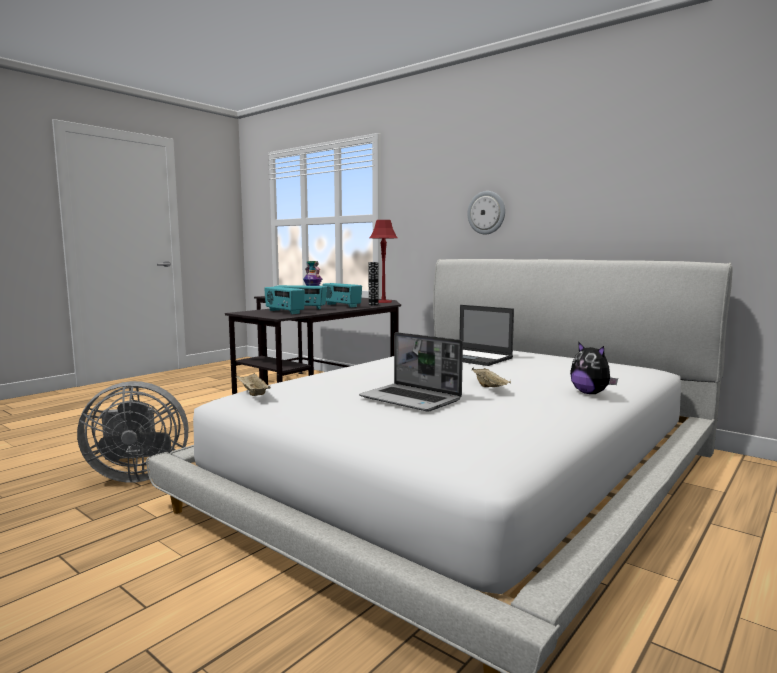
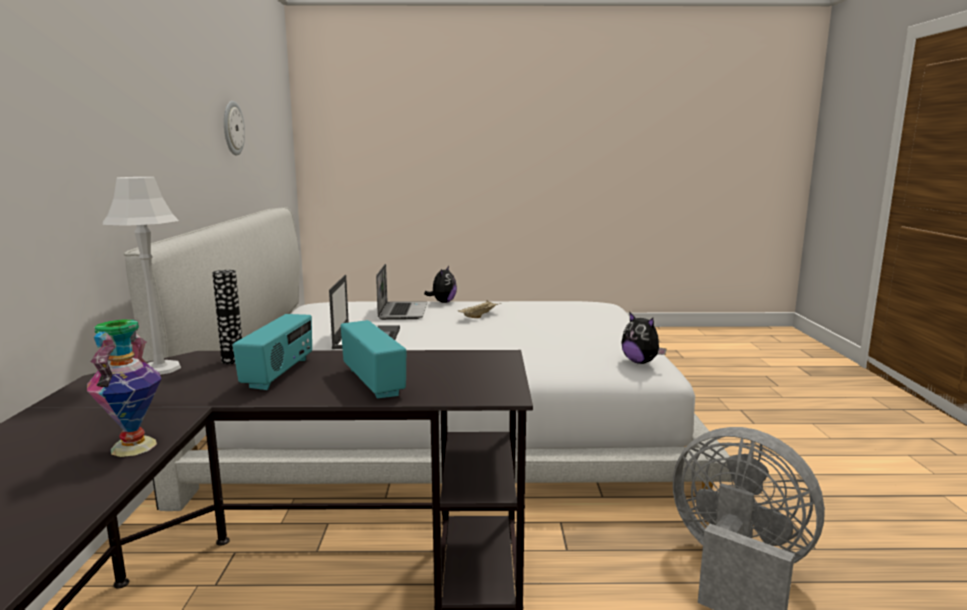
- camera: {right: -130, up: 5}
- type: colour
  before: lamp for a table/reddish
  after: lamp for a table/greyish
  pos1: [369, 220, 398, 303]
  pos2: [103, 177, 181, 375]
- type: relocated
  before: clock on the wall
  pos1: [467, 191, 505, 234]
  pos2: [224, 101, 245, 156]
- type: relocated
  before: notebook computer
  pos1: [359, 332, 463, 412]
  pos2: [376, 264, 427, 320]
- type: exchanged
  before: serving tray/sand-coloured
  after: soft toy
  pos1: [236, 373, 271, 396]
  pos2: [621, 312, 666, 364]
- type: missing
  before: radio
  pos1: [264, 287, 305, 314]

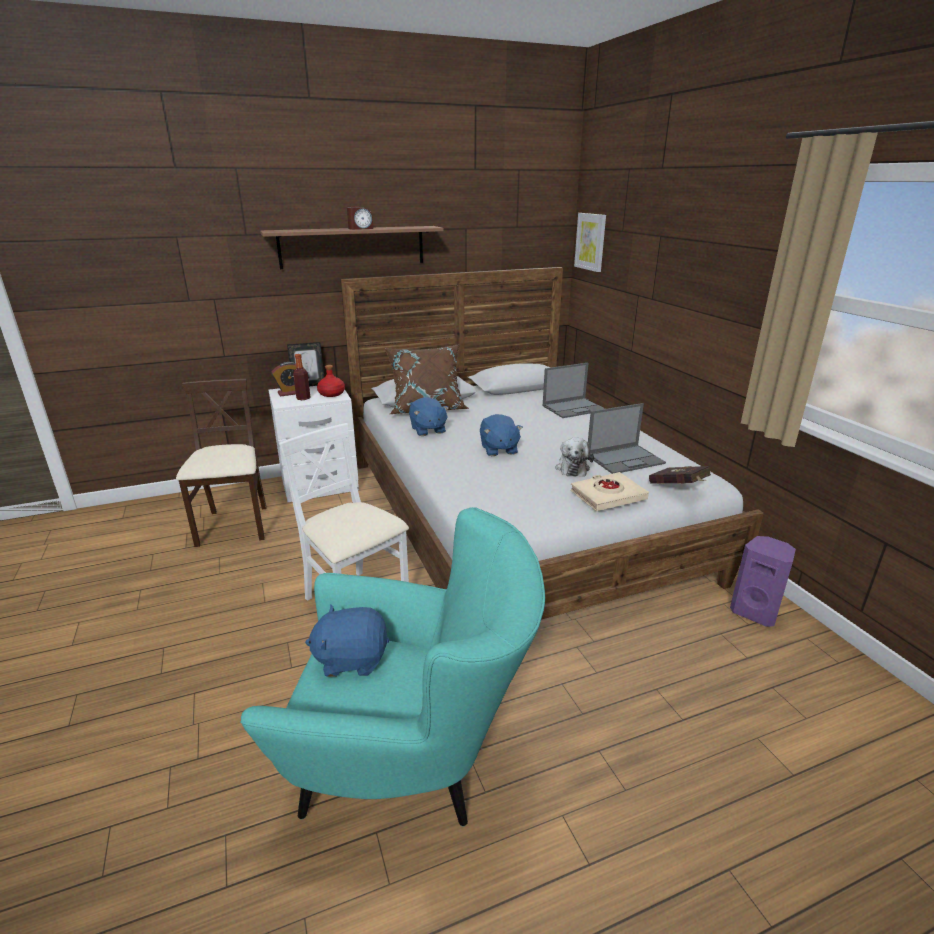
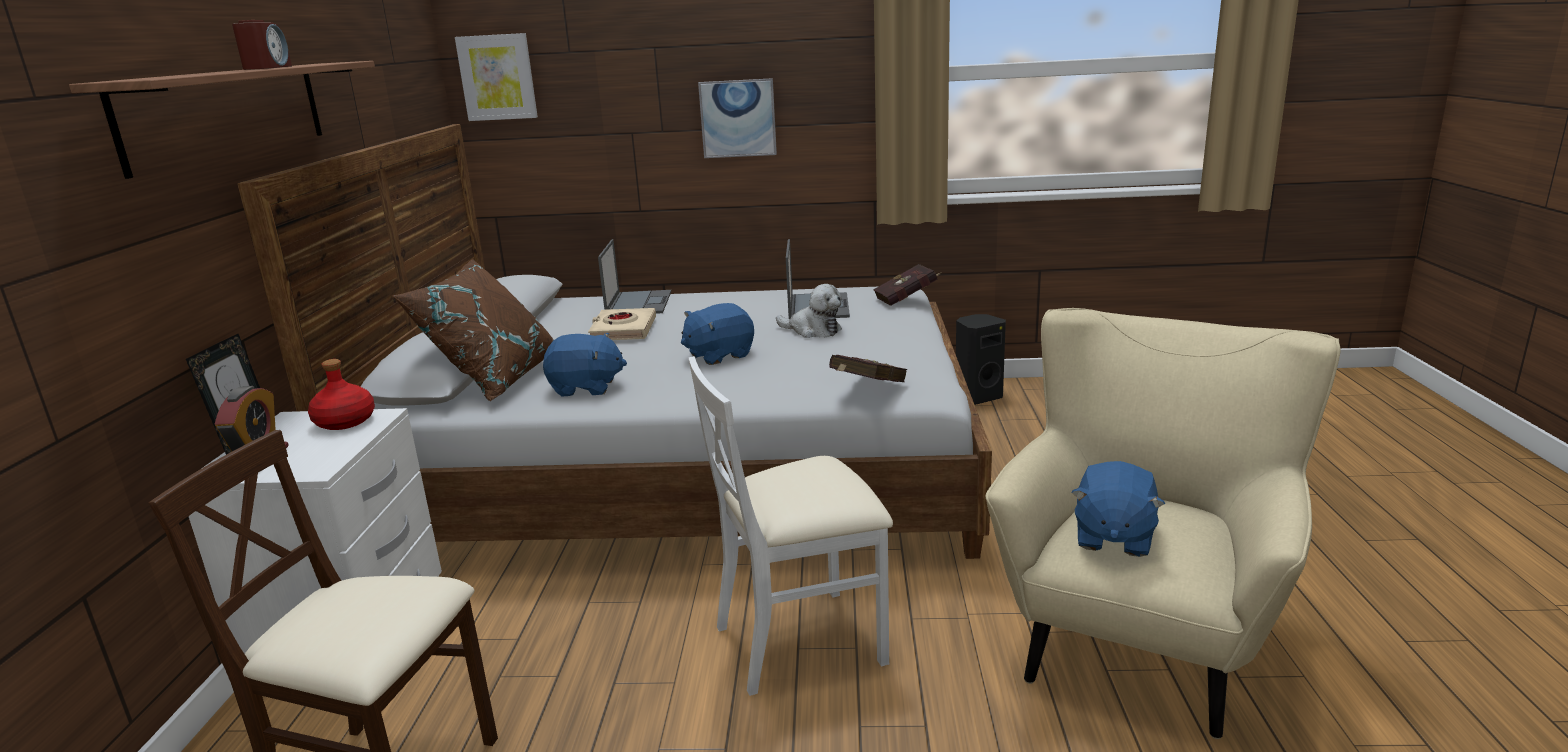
- camera: {right: -65, up: -5}
- type: relocated
  before: volume/sand-coloured
  pos1: [570, 472, 649, 511]
  pos2: [588, 308, 656, 340]
- type: spun
  before: soft toy/blue-coloured
  pos1: [480, 414, 523, 456]
  pos2: [681, 303, 754, 365]
  turn: 135
- type: appeared
  after: picture
  pos2: [698, 78, 777, 158]
- type: appeared
  after: volume/reddish
  pos2: [829, 355, 907, 382]
- type: colour
  before: speaker/purplish
  after: speaker/black
  pos1: [730, 536, 796, 627]
  pos2: [956, 314, 1006, 405]
- type: colour
  before: armchair/turquoise
  after: armchair/sand-coloured
  pos1: [240, 507, 545, 826]
  pos2: [986, 308, 1341, 739]
- type: missing
  before: drink bottle
  pos1: [293, 354, 310, 400]

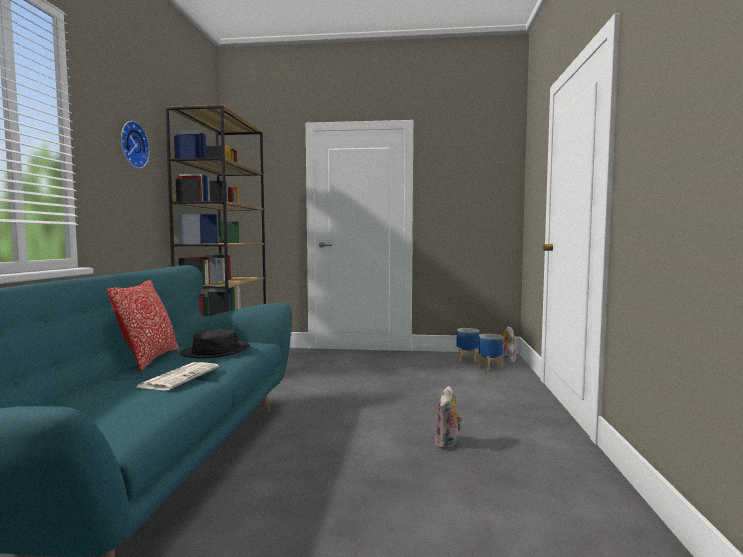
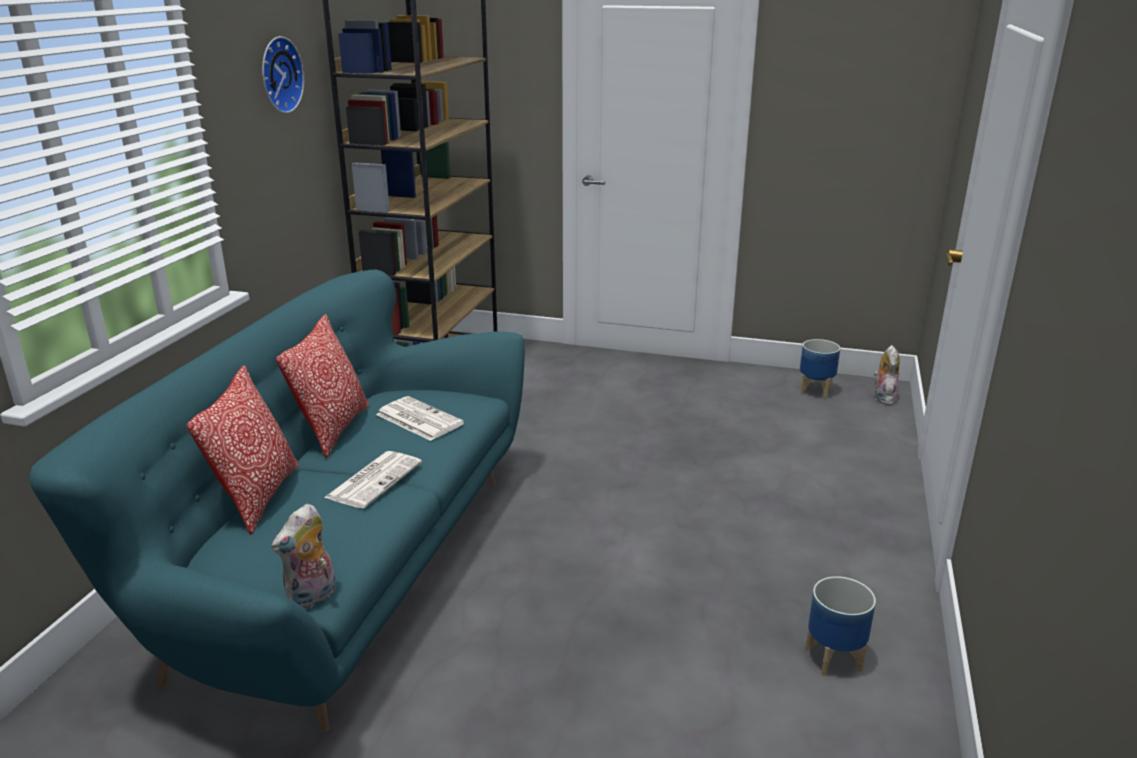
- camera: {right: 10, up: 20}
- type: appeared
  after: throw pillow
  pos2: [187, 365, 299, 535]
- type: relocated
  before: soft toy
  pos1: [435, 386, 462, 449]
  pos2: [272, 504, 336, 609]
- type: exchanged
  before: clothing hat/black
  after: printed paper
  pos1: [180, 329, 250, 358]
  pos2: [376, 396, 464, 441]
- type: relocated
  before: planter
  pos1: [478, 334, 503, 371]
  pos2: [806, 576, 876, 676]

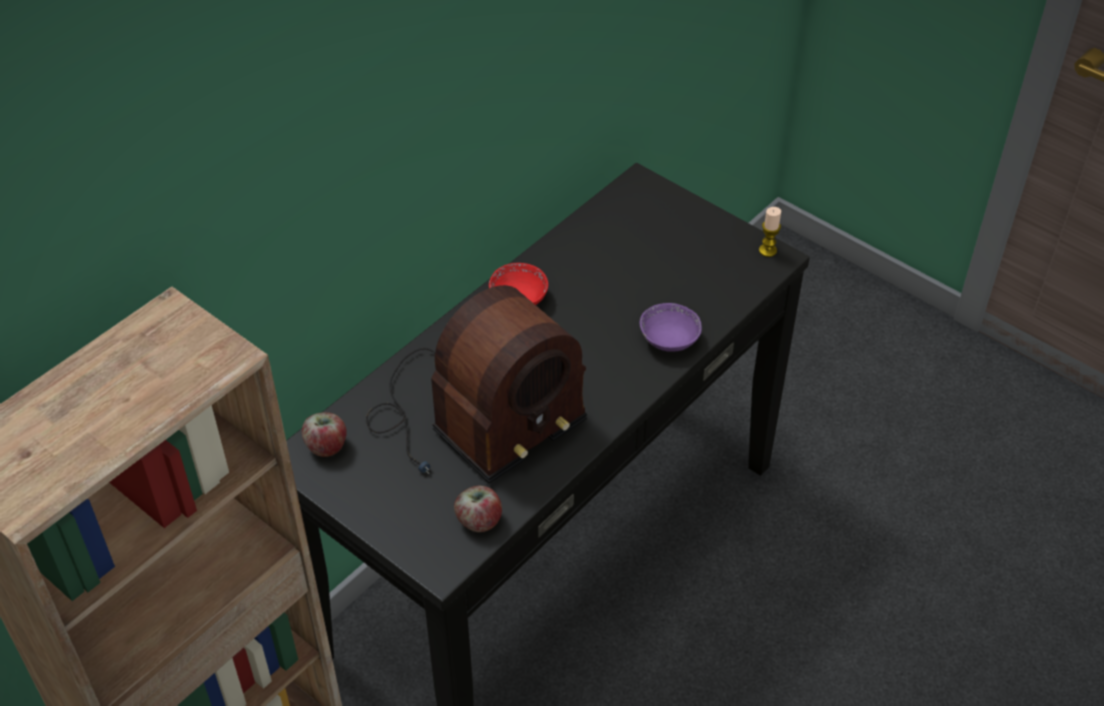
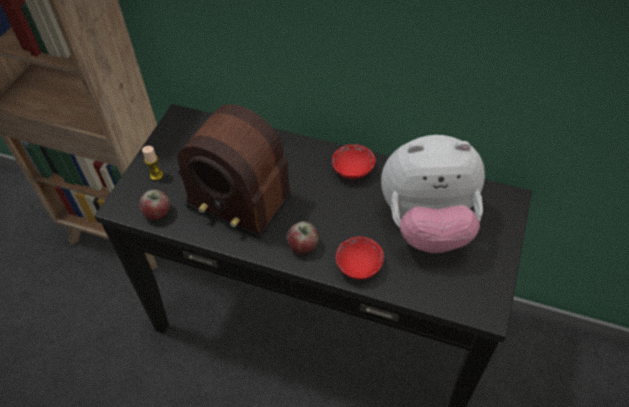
- camera: {right: 70, up: 5}
- type: relocated
  before: candle
  pos1: [759, 207, 781, 257]
  pos2: [142, 146, 163, 181]
- type: relocated
  before: apple
  pos1: [302, 412, 347, 457]
  pos2: [287, 221, 319, 254]
- type: colour
  before: bowl/purplish
  after: bowl/reddish
  pos1: [639, 303, 702, 352]
  pos2: [336, 237, 384, 280]
- type: appeared
  after: soft toy
  pos2: [381, 135, 485, 253]

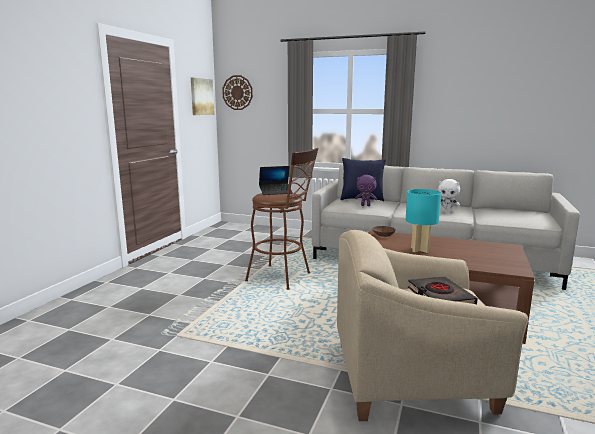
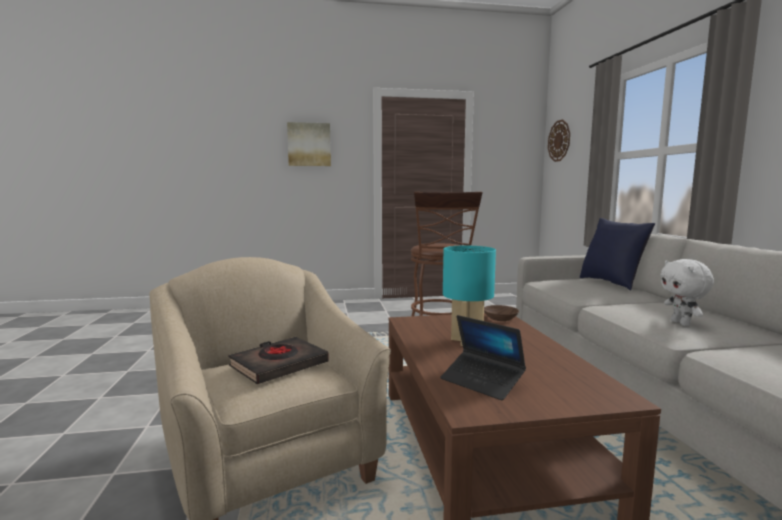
- camera: {right: 60, up: -5}
- type: relocated
  before: picture
  pos1: [191, 77, 214, 115]
  pos2: [287, 122, 331, 166]
- type: relocated
  before: notebook computer
  pos1: [259, 166, 293, 195]
  pos2: [440, 315, 526, 400]
- type: missing
  before: soft toy/purplish
  pos1: [355, 175, 377, 206]

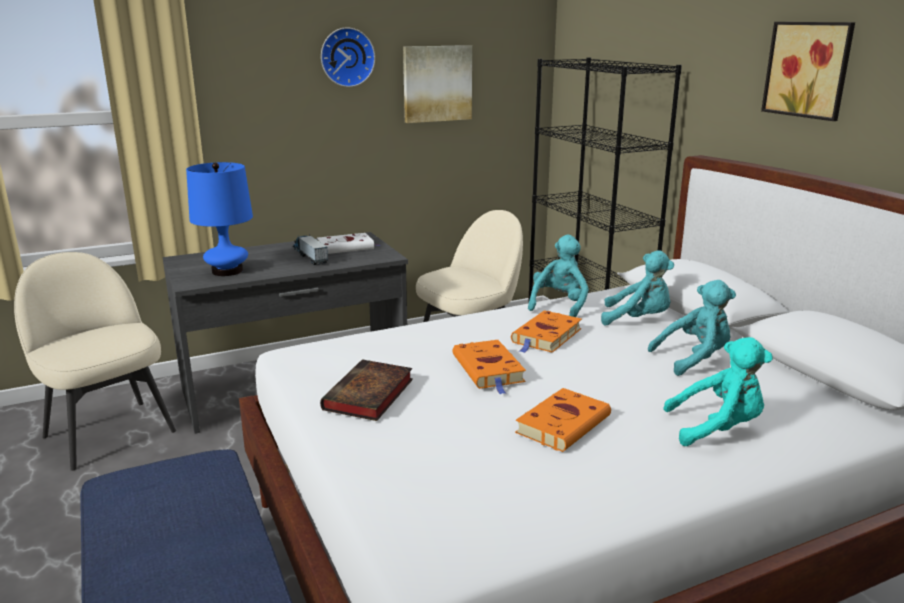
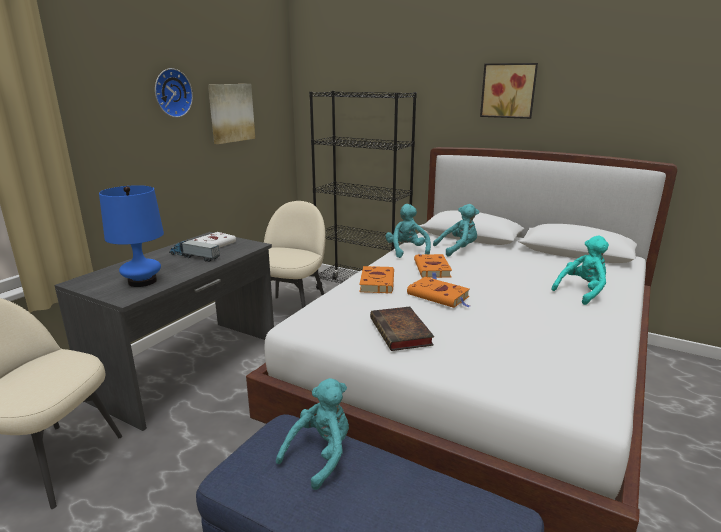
- camera: {right: -35, up: 0}
- type: relocated
  before: soft toy/turquoise
  pos1: [648, 280, 736, 376]
  pos2: [276, 378, 349, 490]
- type: relocated
  before: volume/orange
  pos1: [515, 388, 611, 452]
  pos2: [359, 266, 394, 294]

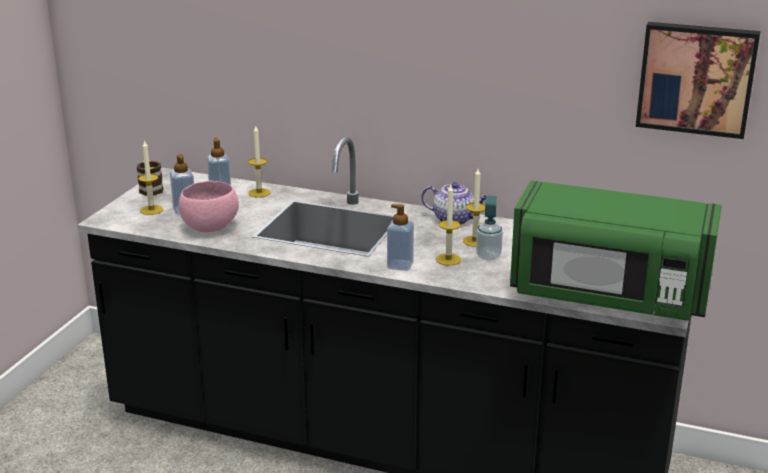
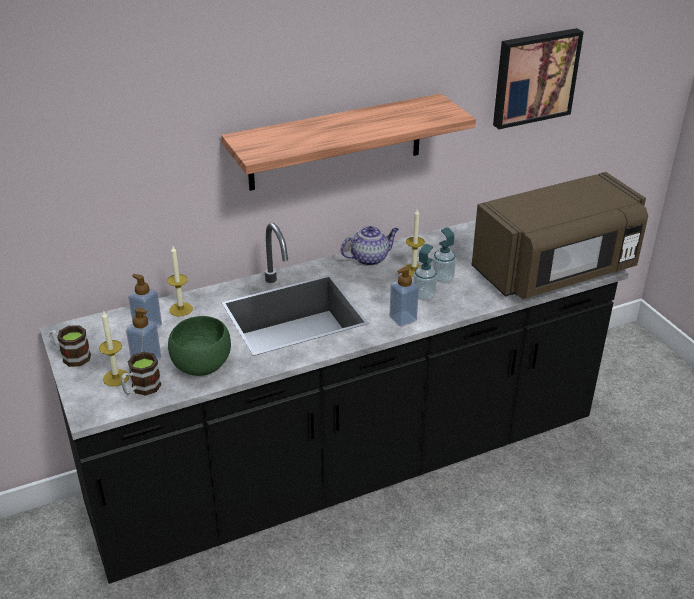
- camera: {right: -45, up: 10}
- type: appeared
  after: coffee mug
  pos2: [121, 352, 161, 396]
- type: colour
  before: bowl/pink
  after: bowl/green
  pos1: [179, 181, 239, 232]
  pos2: [168, 316, 231, 376]
- type: appeared
  after: bracket shelf
  pos2: [221, 93, 476, 191]
- type: exchanged
  before: candle
  after: soap bottle
  pos1: [436, 185, 461, 266]
  pos2: [413, 244, 437, 301]
- type: colour
  before: kitchen microwave/green
  after: kitchen microwave/brown-coloured
  pos1: [510, 180, 722, 320]
  pos2: [471, 172, 648, 300]

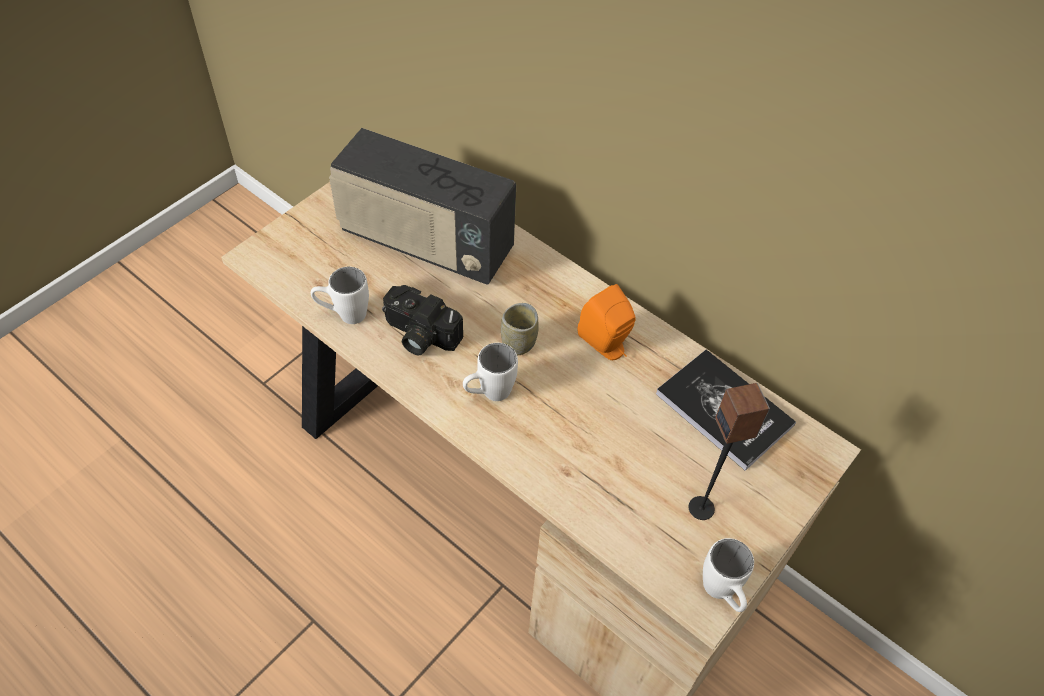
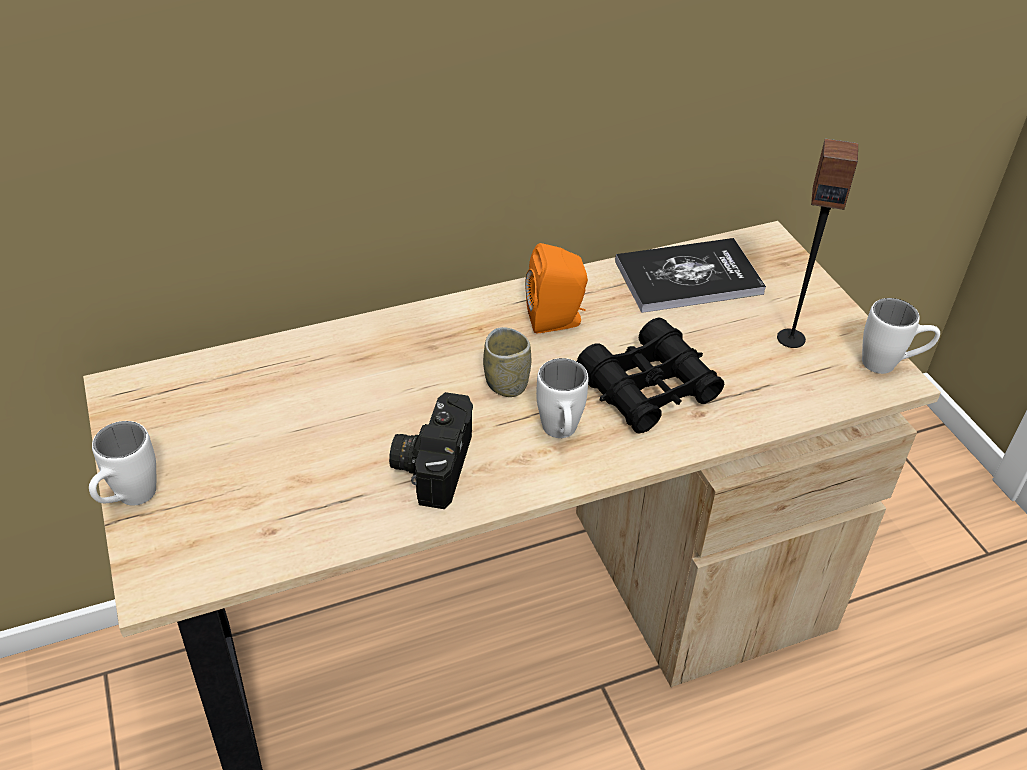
- camera: {right: -60, up: -10}
- type: relocated
  before: coffee mug/whitish
  pos1: [311, 267, 369, 324]
  pos2: [89, 421, 157, 506]
- type: spun
  before: still camera
  pos1: [382, 285, 463, 355]
  pos2: [389, 392, 473, 509]
  turn: 135
- type: appeared
  after: binoculars/black
  pos2: [577, 318, 724, 434]
- type: missing
  before: radio
  pos1: [329, 128, 516, 284]

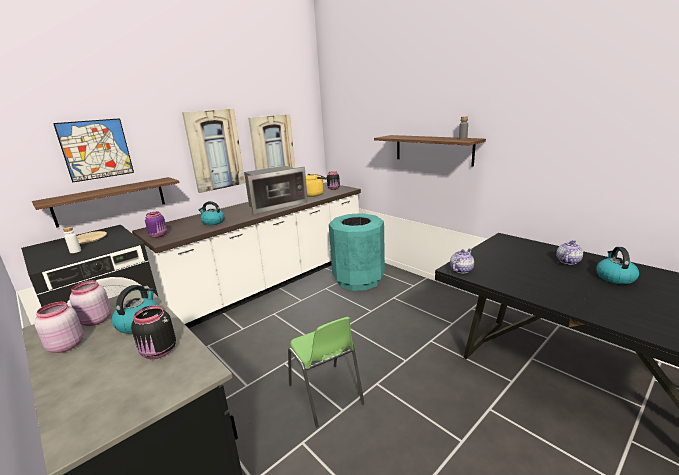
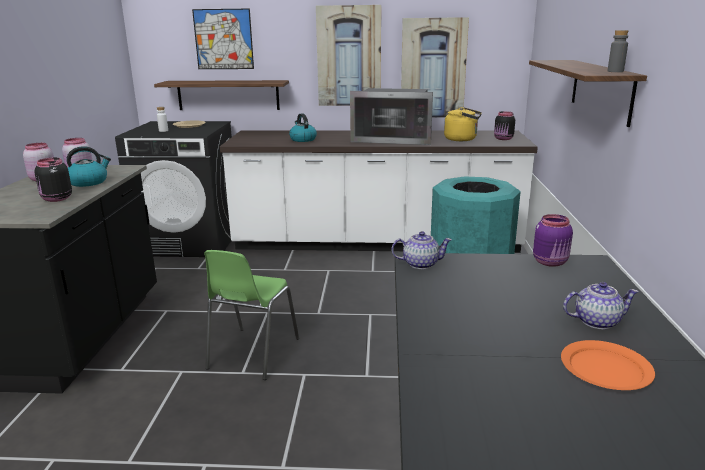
- camera: {right: 45, up: 0}
- type: relocated
  before: preserve jar/purplish
  pos1: [145, 212, 167, 238]
  pos2: [533, 214, 573, 267]
- type: exchanged
  before: kettle
  after: plate/orange
  pos1: [596, 247, 639, 284]
  pos2: [561, 340, 655, 390]

